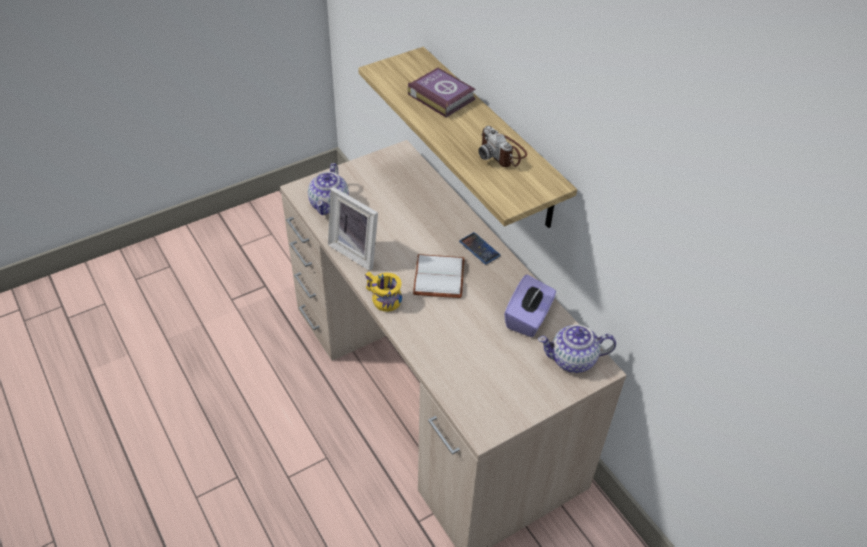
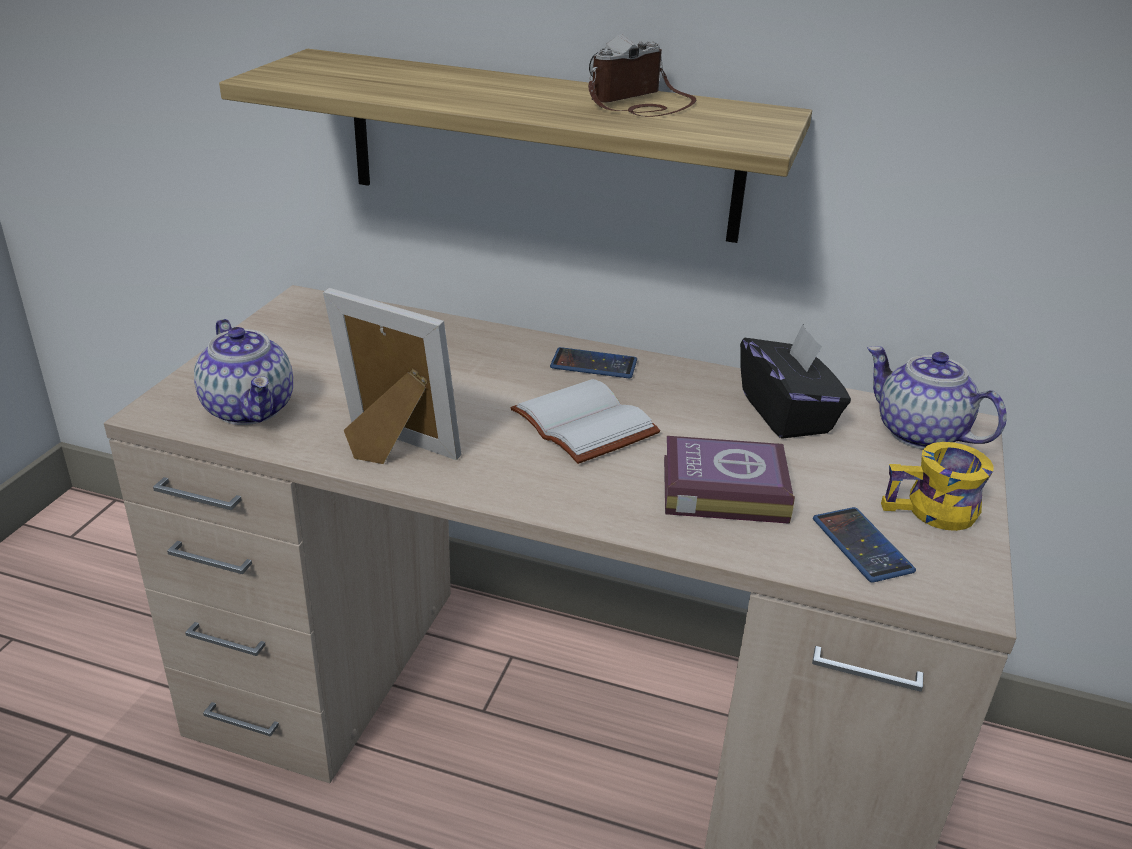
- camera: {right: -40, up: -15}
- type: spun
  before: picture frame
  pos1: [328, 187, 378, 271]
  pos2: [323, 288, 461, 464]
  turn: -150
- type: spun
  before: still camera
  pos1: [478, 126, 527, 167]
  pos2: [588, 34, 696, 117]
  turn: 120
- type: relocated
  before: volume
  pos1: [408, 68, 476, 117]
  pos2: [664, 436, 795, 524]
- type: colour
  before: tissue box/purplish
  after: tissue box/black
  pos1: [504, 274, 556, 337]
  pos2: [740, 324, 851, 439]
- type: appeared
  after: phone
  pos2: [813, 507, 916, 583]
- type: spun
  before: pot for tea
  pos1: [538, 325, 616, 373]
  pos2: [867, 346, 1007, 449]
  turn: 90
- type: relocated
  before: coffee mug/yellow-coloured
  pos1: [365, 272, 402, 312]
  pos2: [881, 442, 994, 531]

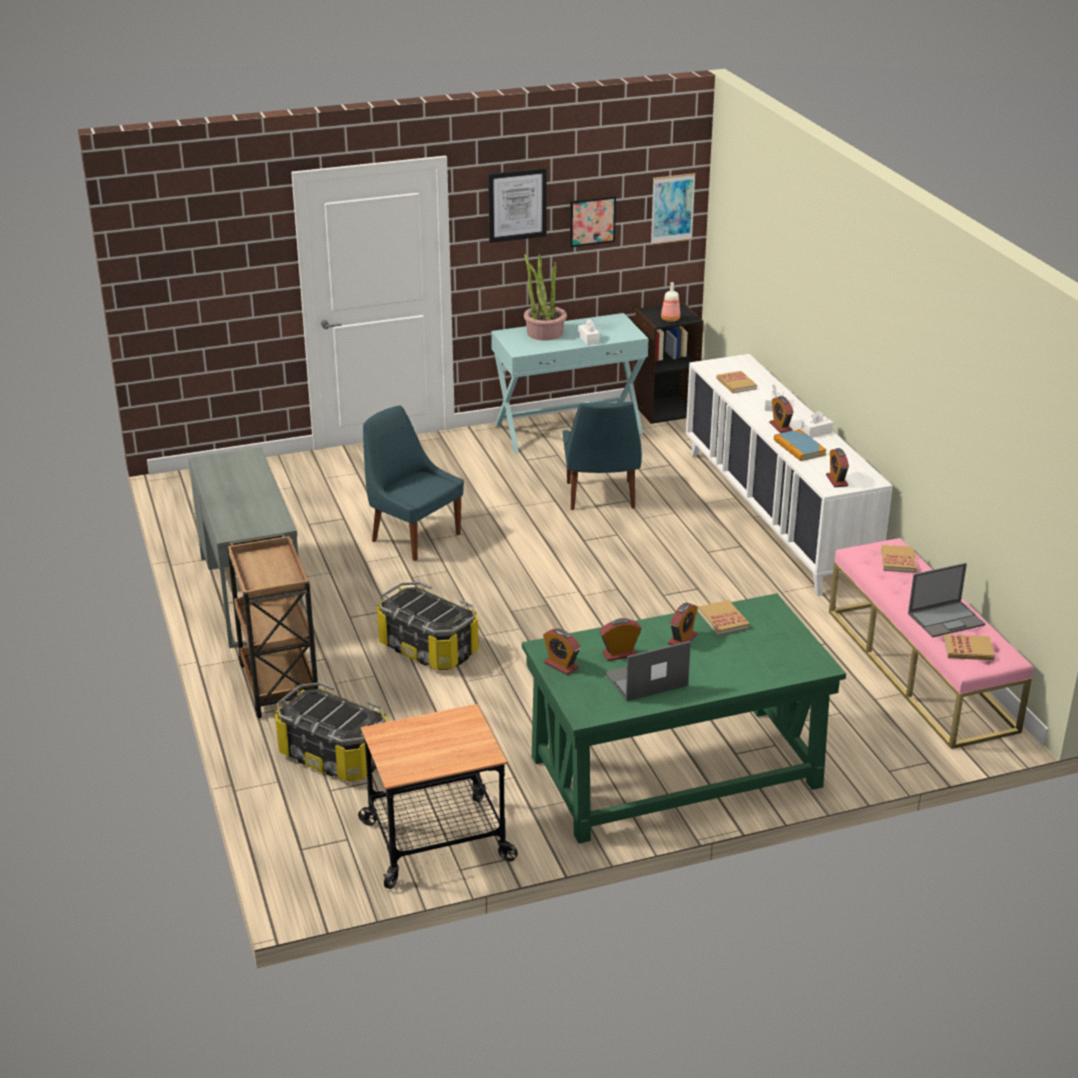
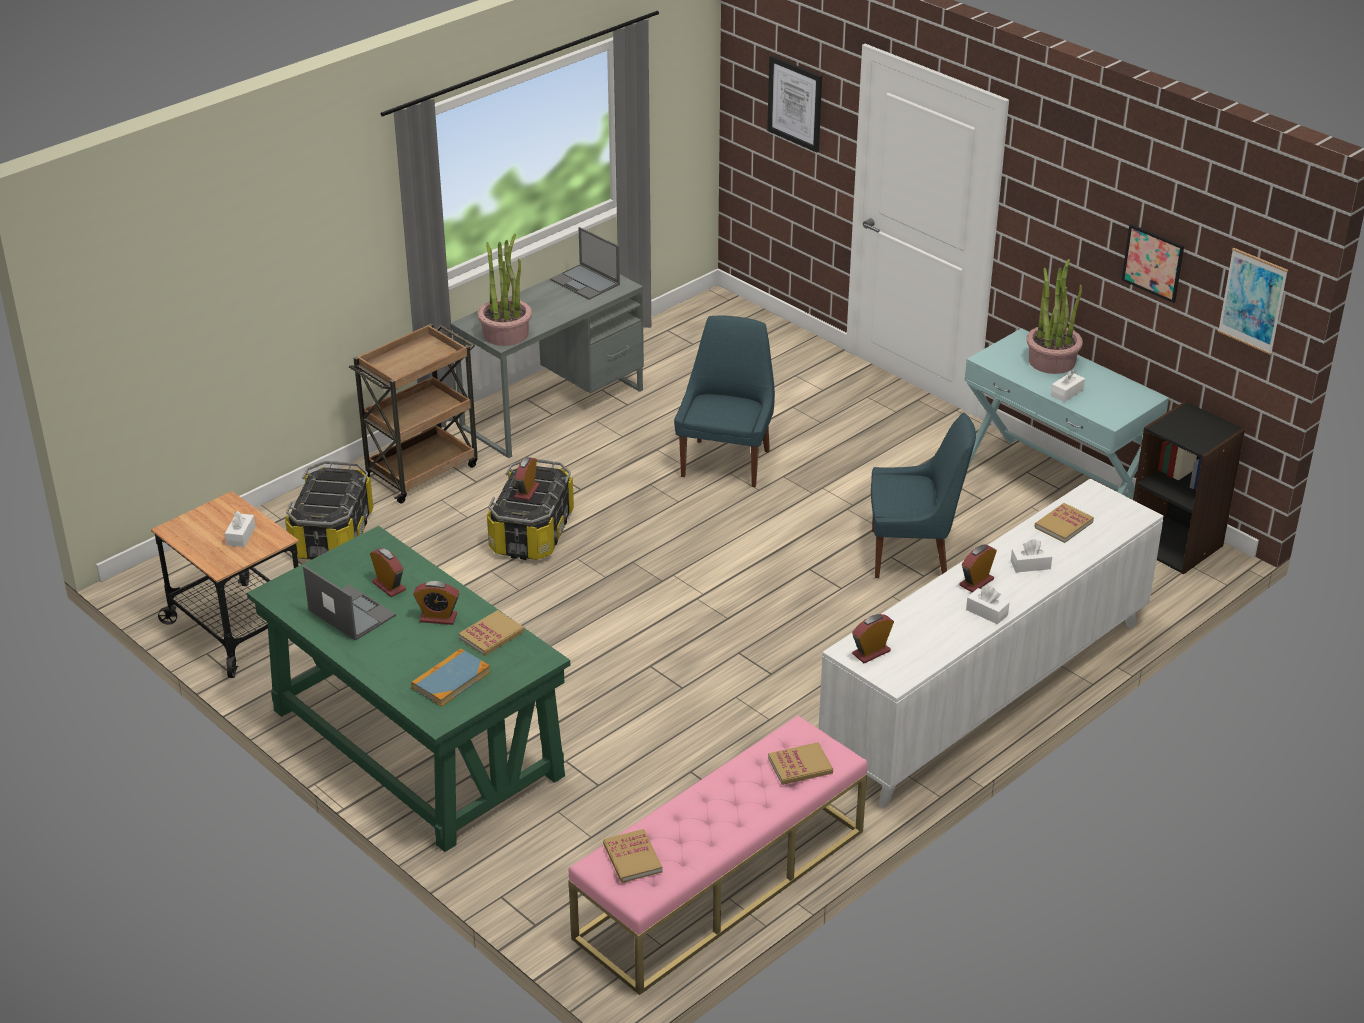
- camera: {right: 65, up: 5}
- type: appeared
  after: tissue box/whitish
  pos2: [225, 511, 256, 547]
- type: relocated
  before: volume
  pos1: [774, 429, 826, 461]
  pos2: [411, 648, 490, 707]
- type: appeared
  after: potted plant
  pos2: [478, 234, 532, 346]
- type: relocated
  before: bedside clock
  pos1: [543, 628, 580, 675]
  pos2: [514, 457, 540, 501]
- type: relocated
  before: notebook computer
  pos1: [908, 563, 985, 637]
  pos2: [550, 227, 620, 300]
- type: relocated
  before: picture
  pos1: [488, 168, 547, 243]
  pos2: [767, 55, 822, 153]
- type: spun
  before: upright chair/blue-coloured
  pos1: [563, 402, 642, 510]
  pos2: [871, 413, 976, 578]
  turn: -150
- type: missing
  before: drink bottle
  pos1: [661, 282, 680, 322]

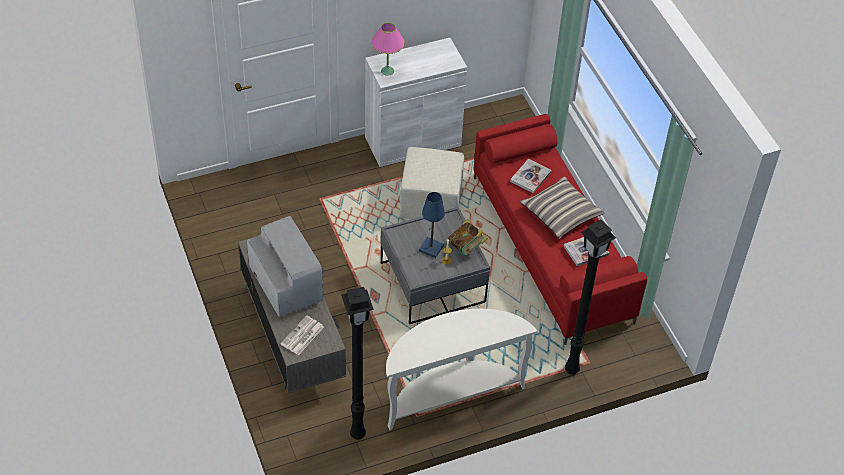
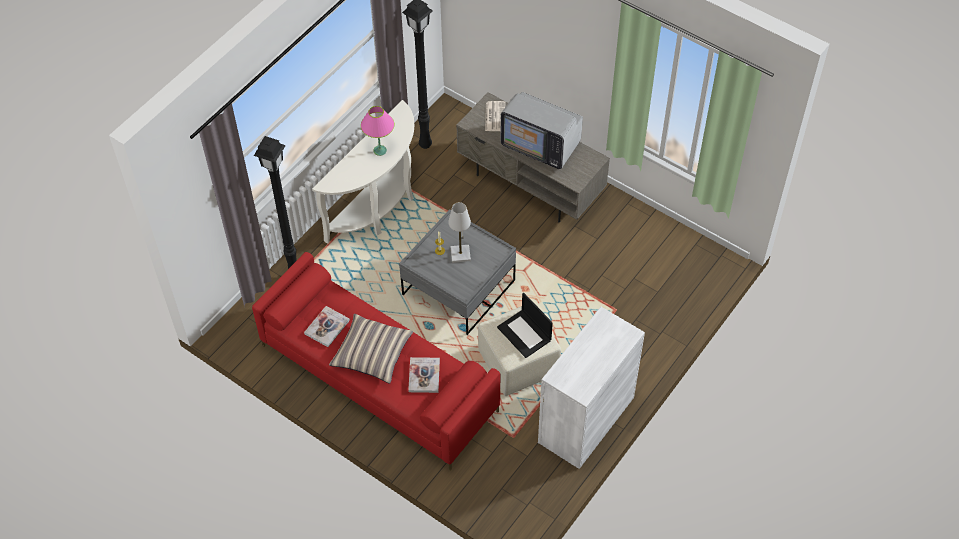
- camera: {right: 150, up: 5}
- type: relocated
  before: lamp for a table/pink
  pos1: [371, 23, 405, 76]
  pos2: [361, 106, 394, 156]
- type: colour
  before: lamp for a table/blue-coloured
  after: lamp for a table/whitish
  pos1: [419, 192, 445, 258]
  pos2: [448, 202, 471, 263]
- type: appeared
  after: notebook computer
  pos2: [497, 293, 553, 358]
- type: missing
  before: volume
  pos1: [448, 219, 488, 256]

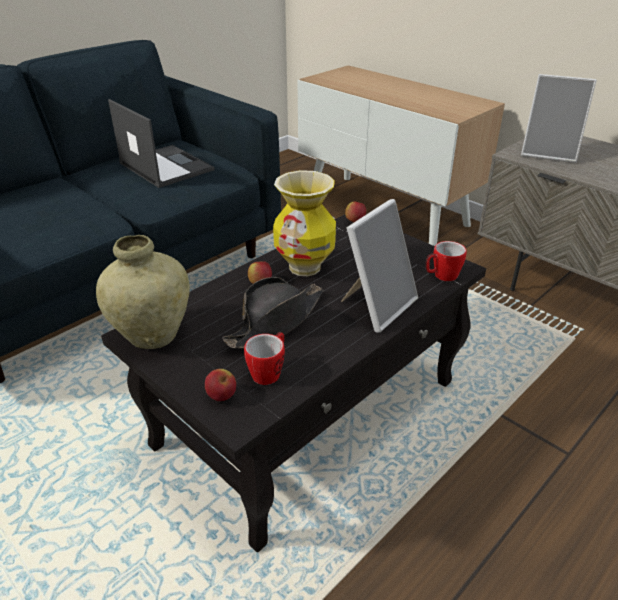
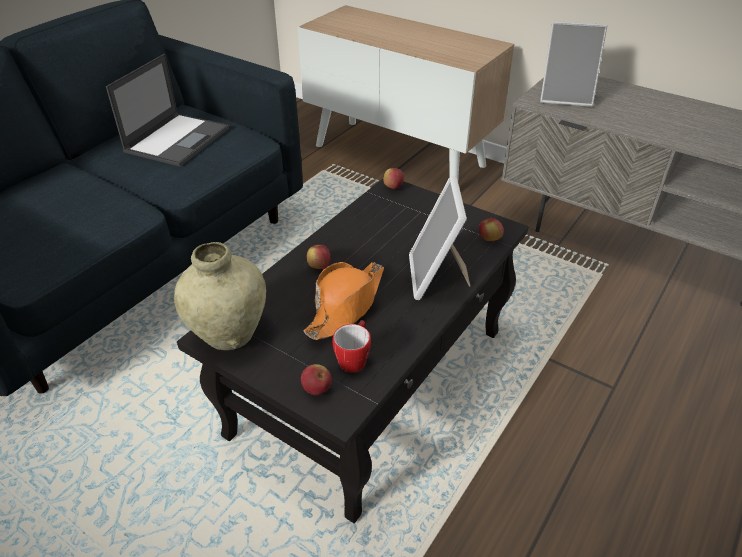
- camera: {right: -10, up: 5}
- type: spun
  before: notebook computer
  pos1: [108, 99, 215, 188]
  pos2: [106, 54, 229, 167]
  turn: 75
- type: colour
  before: clothing hat/black
  after: clothing hat/orange
  pos1: [223, 277, 323, 349]
  pos2: [304, 262, 384, 340]
- type: spun
  before: picture frame
  pos1: [341, 199, 418, 333]
  pos2: [409, 176, 470, 300]
  turn: 150
- type: exchanged
  before: coffee mug
  after: apple
  pos1: [426, 241, 467, 281]
  pos2: [479, 218, 504, 241]
- type: missing
  before: flower vase
  pos1: [273, 170, 336, 276]

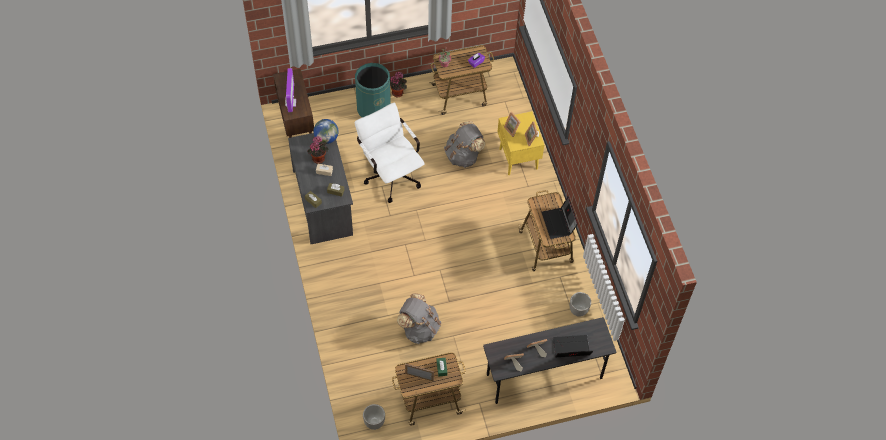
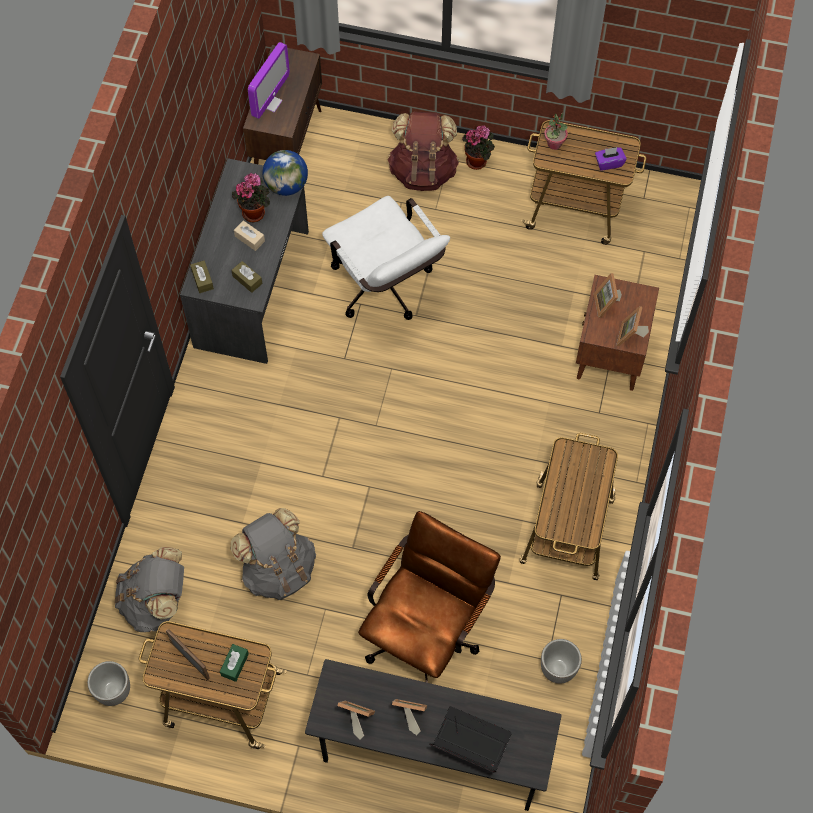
- camera: {right: 30, up: 5}
- type: relocated
  before: rucksack/greyish
  pos1: [444, 121, 485, 168]
  pos2: [114, 547, 184, 633]
- type: spun
  before: computer chair/whitish
  pos1: [355, 103, 425, 203]
  pos2: [322, 196, 450, 320]
  turn: 150
- type: appeared
  after: computer chair/brown-coloured
  pos2: [358, 511, 501, 683]
- type: exchanged
  before: rubbish bin/green
  after: rucksack/brown-coloured
  pos1: [355, 63, 391, 117]
  pos2: [387, 112, 459, 191]
- type: colour
  before: bedside table/yellow-coloured
  after: bedside table/brown-coloured
  pos1: [497, 111, 544, 175]
  pos2: [576, 275, 659, 391]
- type: missing
  before: notebook computer
  pos1: [542, 197, 578, 239]

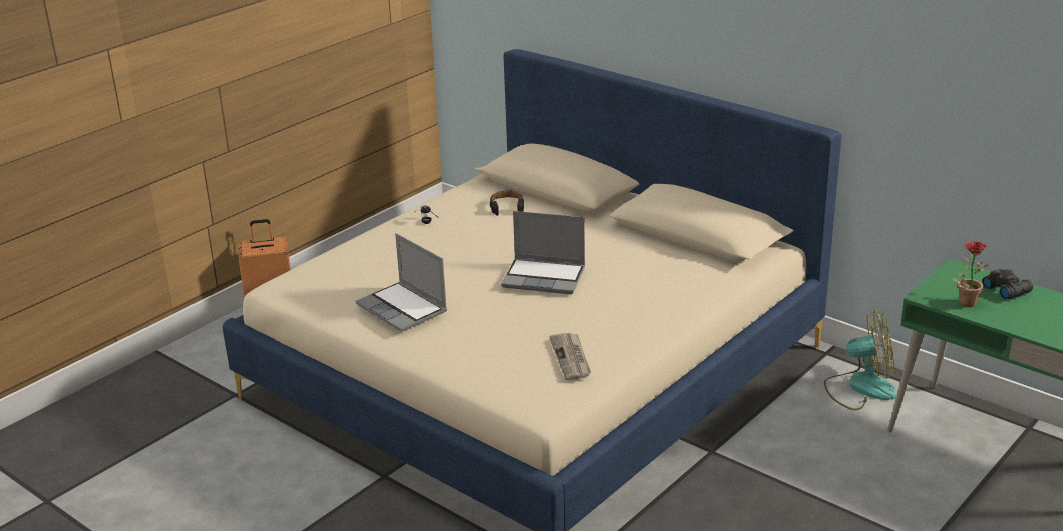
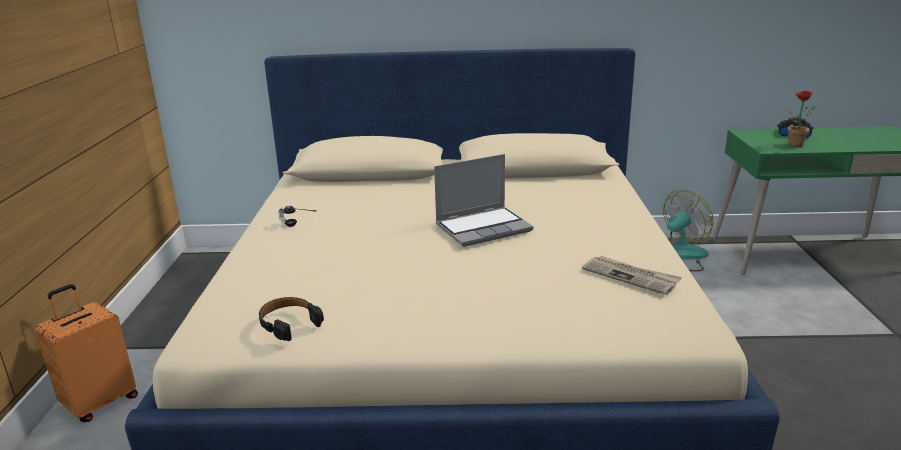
- camera: {right: -40, up: -5}
- type: relocated
  before: headset/black
  pos1: [490, 191, 524, 216]
  pos2: [259, 297, 324, 341]
- type: missing
  before: notebook computer
  pos1: [356, 233, 447, 332]

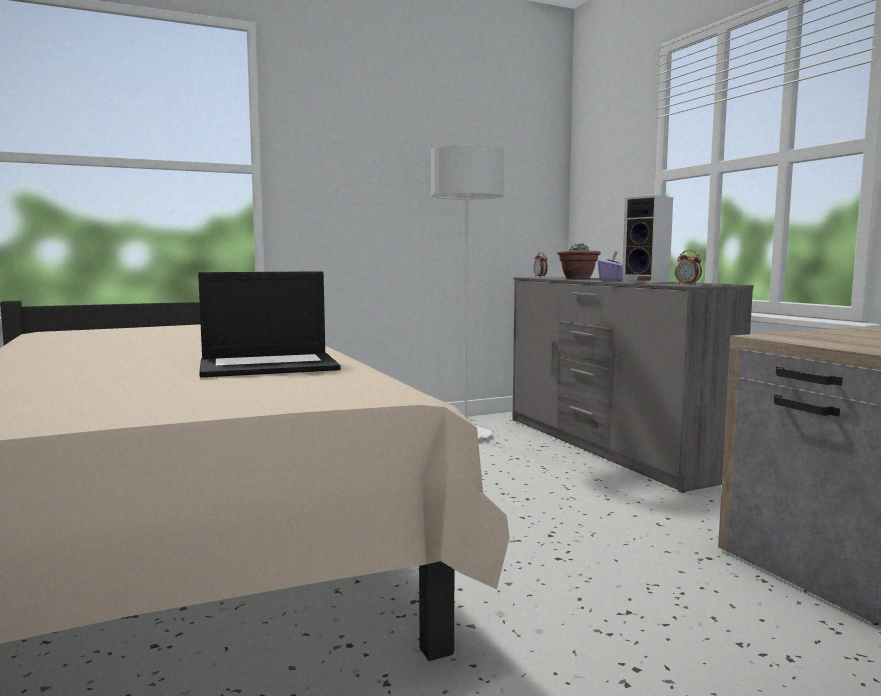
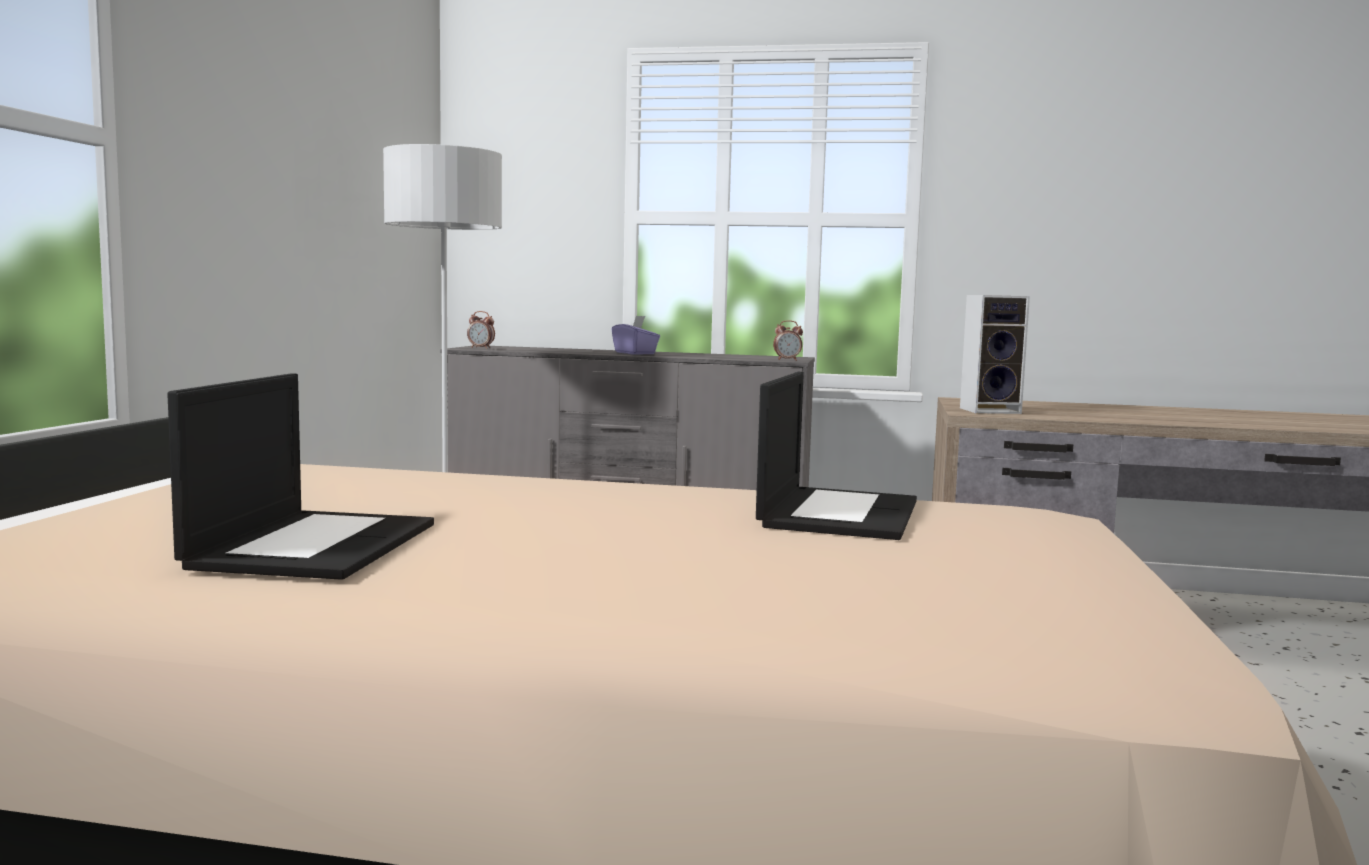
- camera: {right: -55, up: 0}
- type: appeared
  after: notebook computer
  pos2: [167, 373, 434, 580]
- type: relocated
  before: speaker
  pos1: [622, 196, 673, 283]
  pos2: [960, 295, 1030, 414]
- type: missing
  before: potted plant
  pos1: [557, 243, 601, 279]

